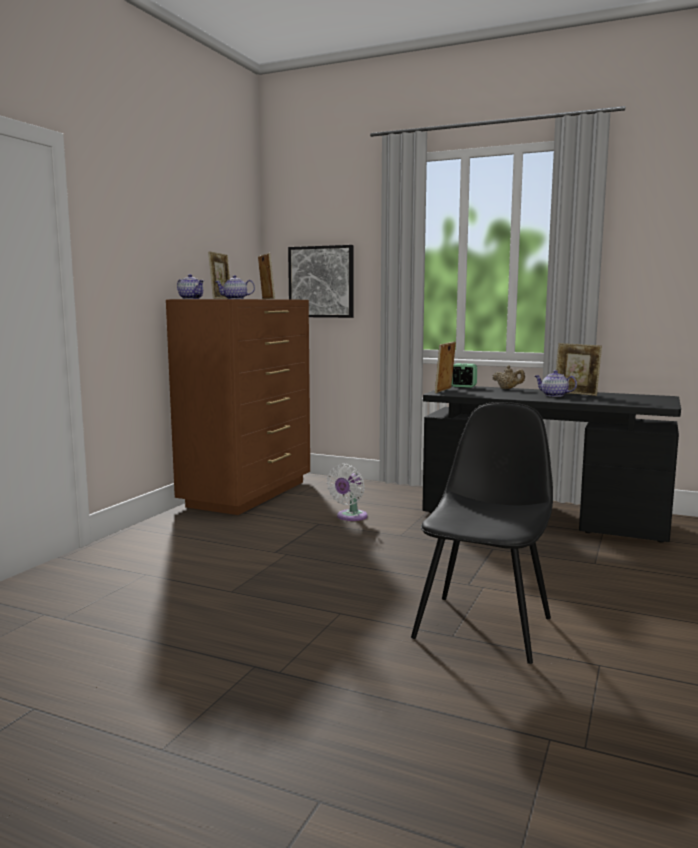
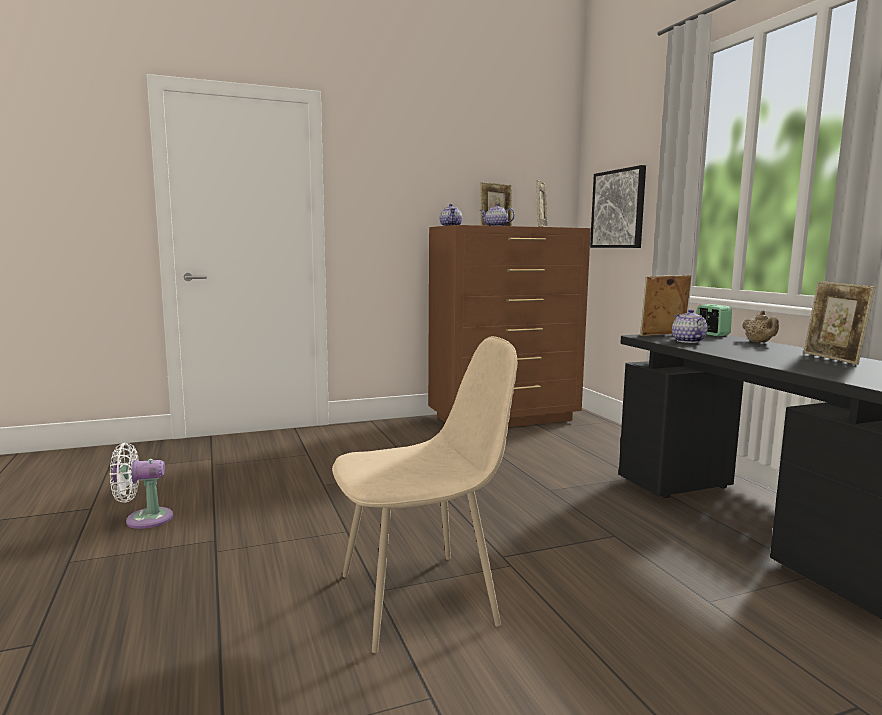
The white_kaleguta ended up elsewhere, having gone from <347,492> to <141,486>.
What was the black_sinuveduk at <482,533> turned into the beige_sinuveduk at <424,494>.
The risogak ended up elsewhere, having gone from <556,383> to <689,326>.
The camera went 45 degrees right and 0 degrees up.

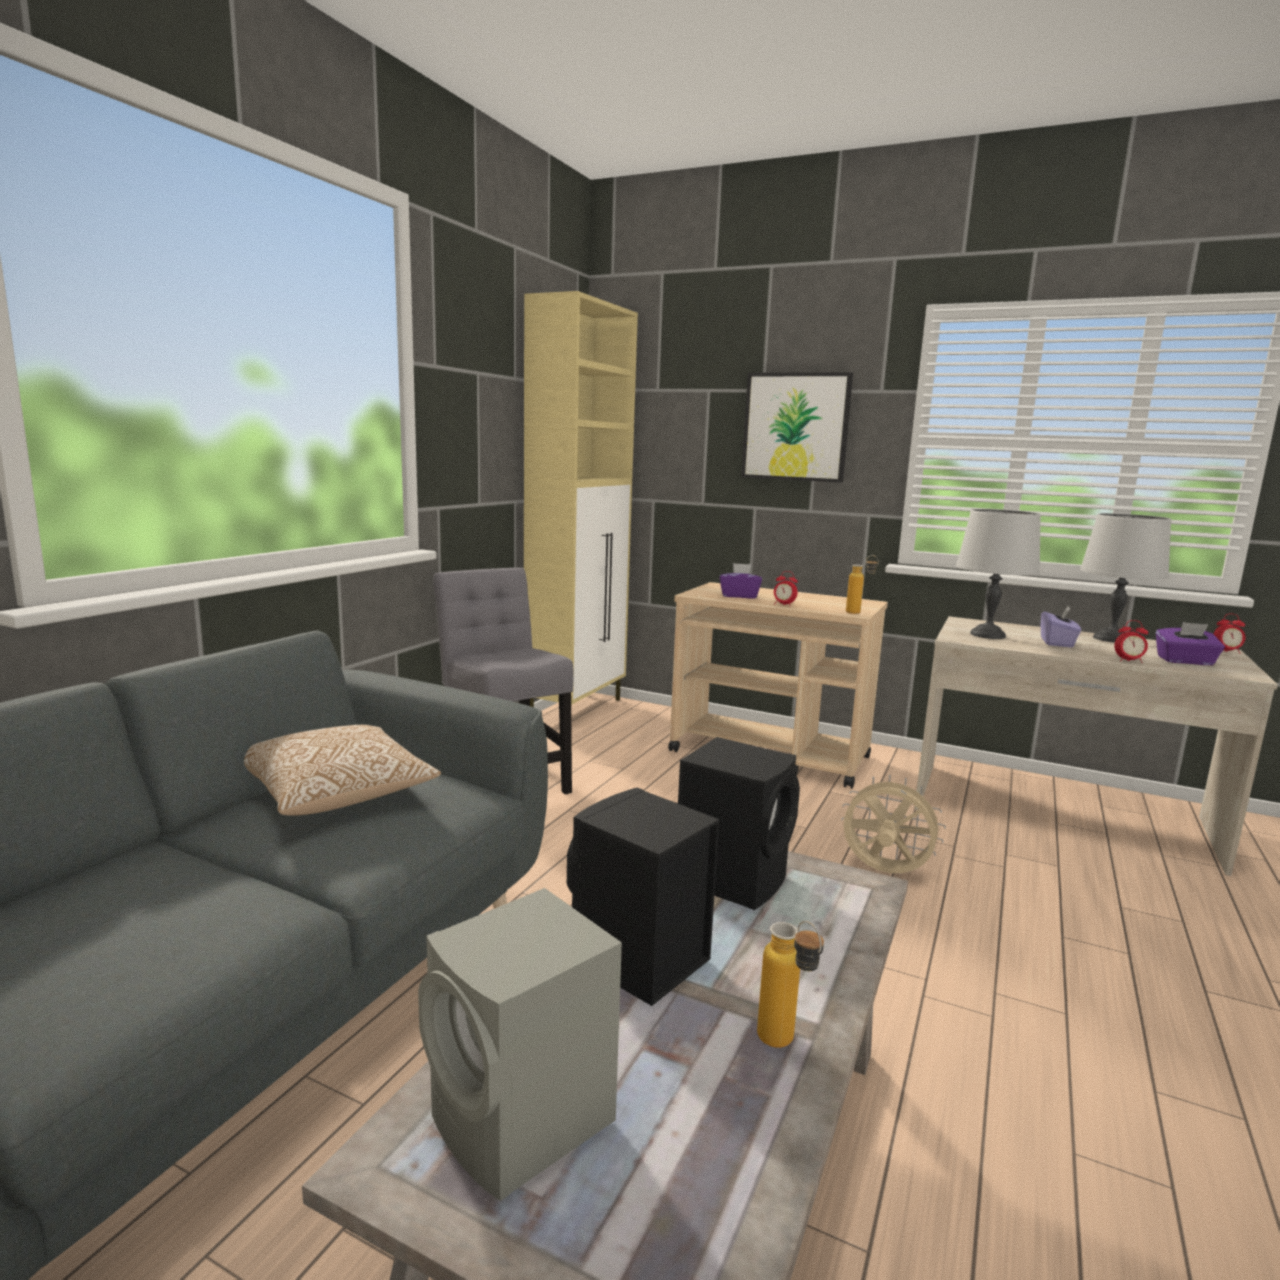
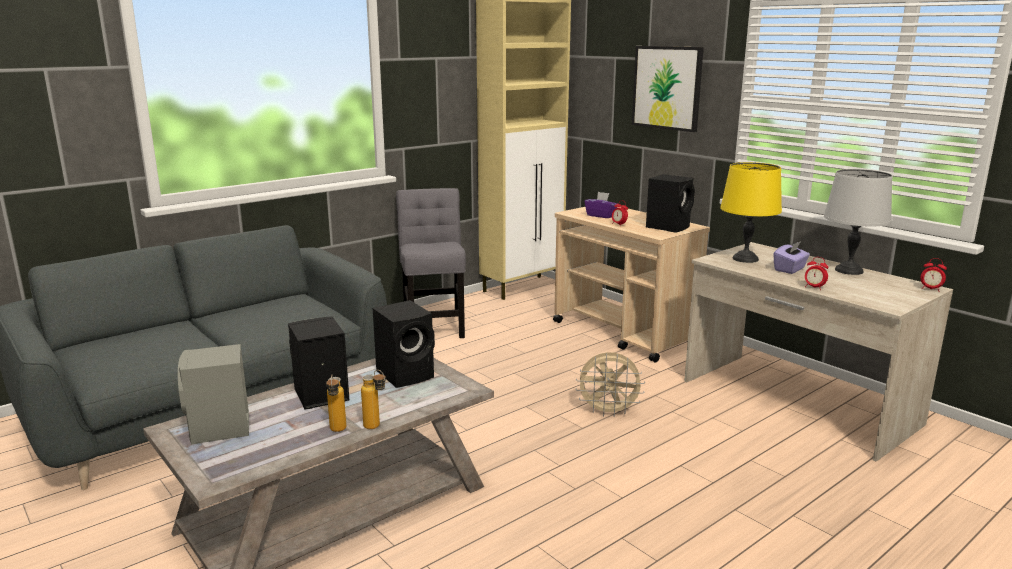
The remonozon ended up elsewhere, having gone from <862,584> to <373,399>.
The beige_kaleguta at <893,824> ended up facing another way, 135 degrees clockwise from before.
The second view gained the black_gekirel at <670,203>.
What was the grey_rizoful at <998,574> turned into the yellow_rizoful at <751,212>.
The second view lost the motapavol at <342,770>.
The second view lost the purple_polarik at <1190,643>.
The camera went 25 degrees right and 5 degrees up.

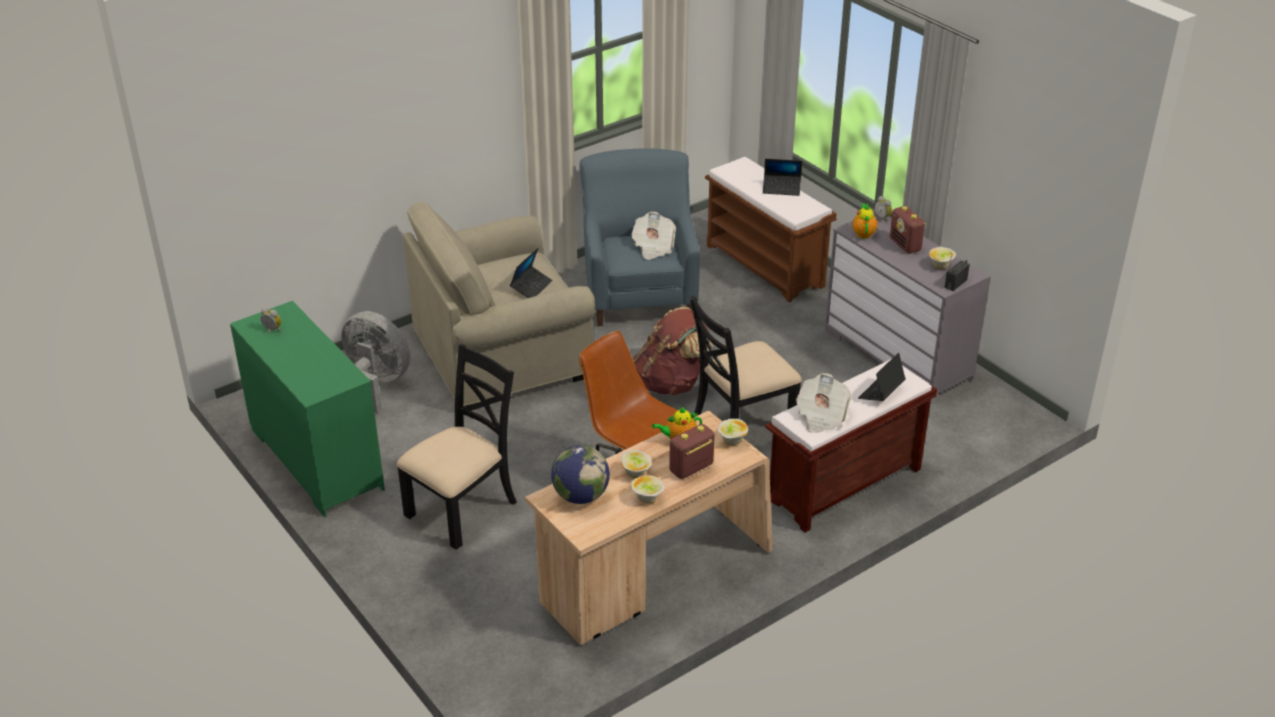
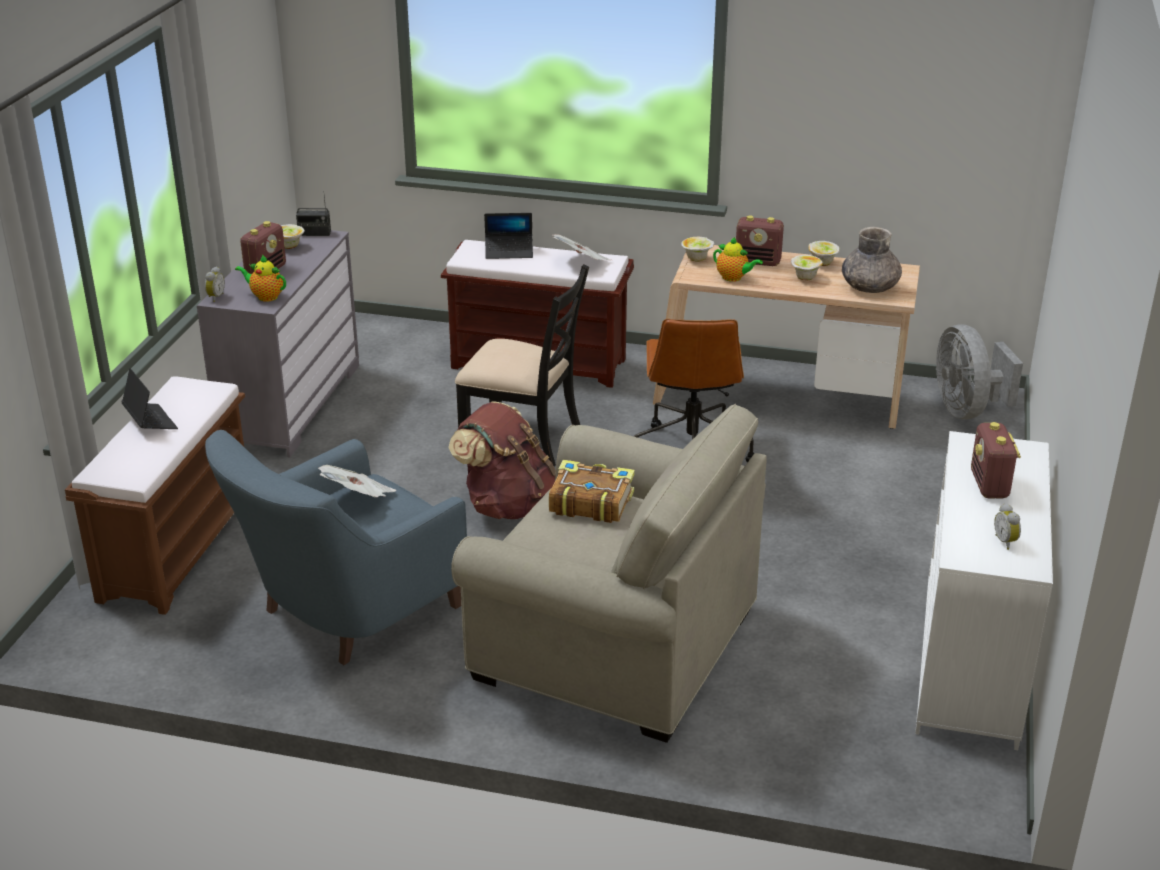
The risogak at <864,221> ended up facing another way, 60 degrees clockwise from before.
Where the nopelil stood at <531,273>, the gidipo came to stand at <592,491>.
Where the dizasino stood at <580,474>, the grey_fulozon came to stand at <872,260>.
What was the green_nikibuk at <307,409> turned into the white_nikibuk at <984,590>.
The grey_kaleguta ended up elsewhere, having gone from <376,362> to <979,371>.
The second view gained the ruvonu at <996,460>.
The second view lost the black_sinuveduk at <457,447>.
The camera went 130 degrees left and 5 degrees down.

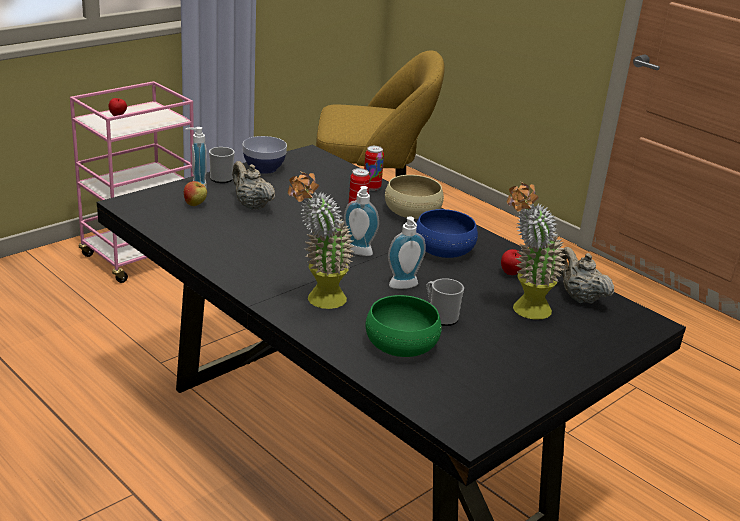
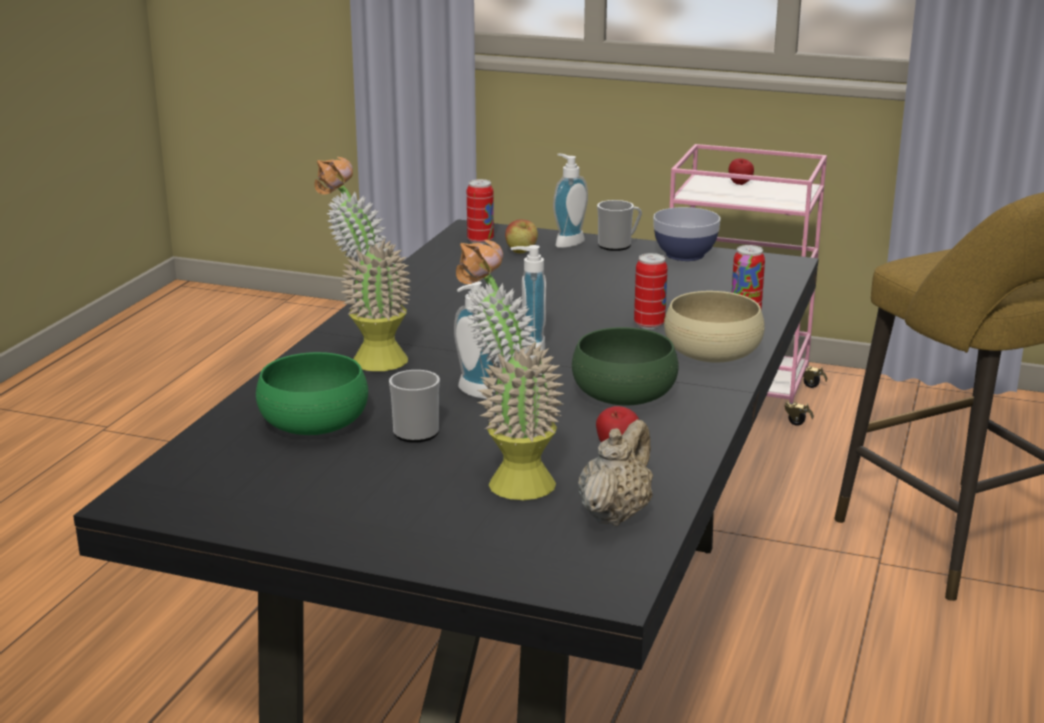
The second view gained the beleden at <480,211>.
What was the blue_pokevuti at <447,233> turned into the green_pokevuti at <625,366>.
The second view lost the beige_risogak at <253,185>.
The camera went 65 degrees right and 5 degrees down.

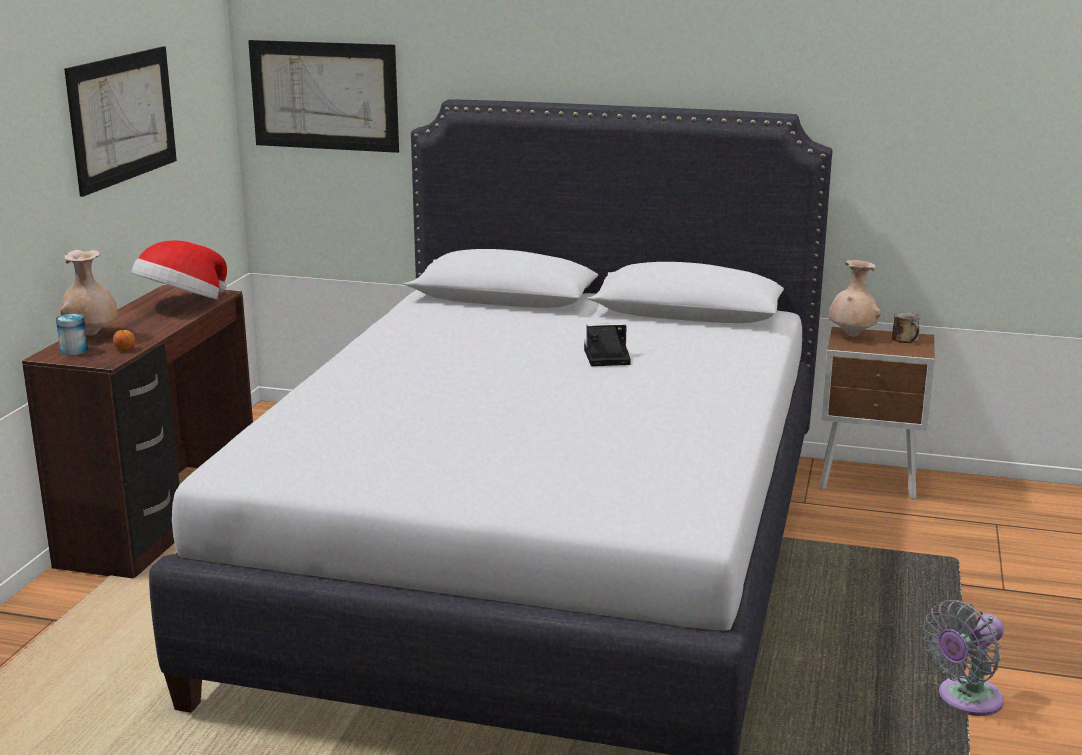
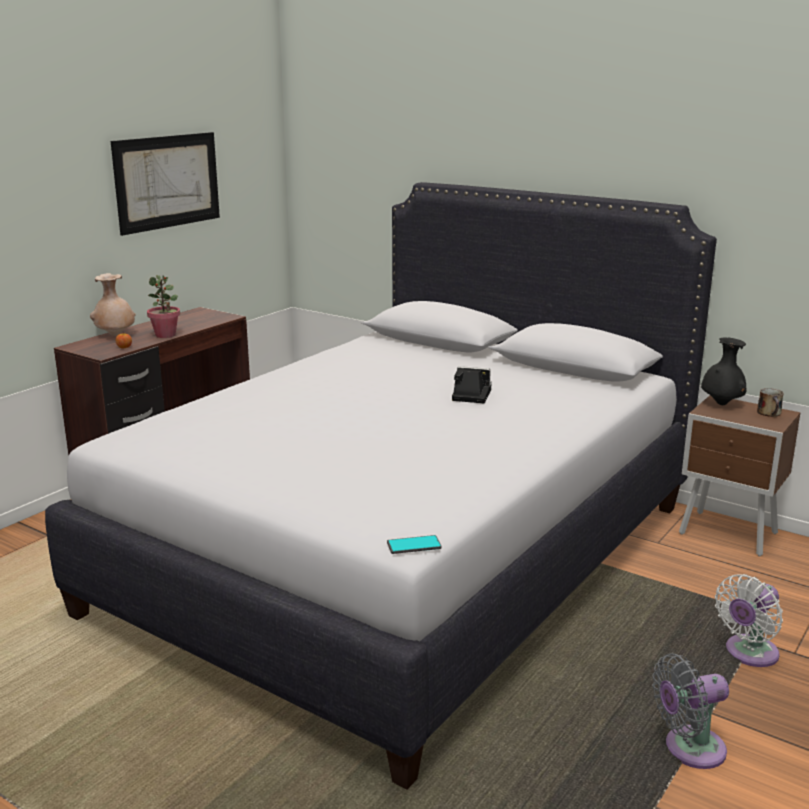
The second view gained the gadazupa at <163,306>.
The second view gained the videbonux at <414,544>.
What was the beige_fulozon at <855,298> turned into the black_fulozon at <723,371>.
The second view gained the white_kaleguta at <749,620>.
The second view lost the beleden at <72,334>.
The second view lost the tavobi at <179,270>.
The second view lost the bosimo at <323,96>.
The camera went 20 degrees right and 0 degrees up.

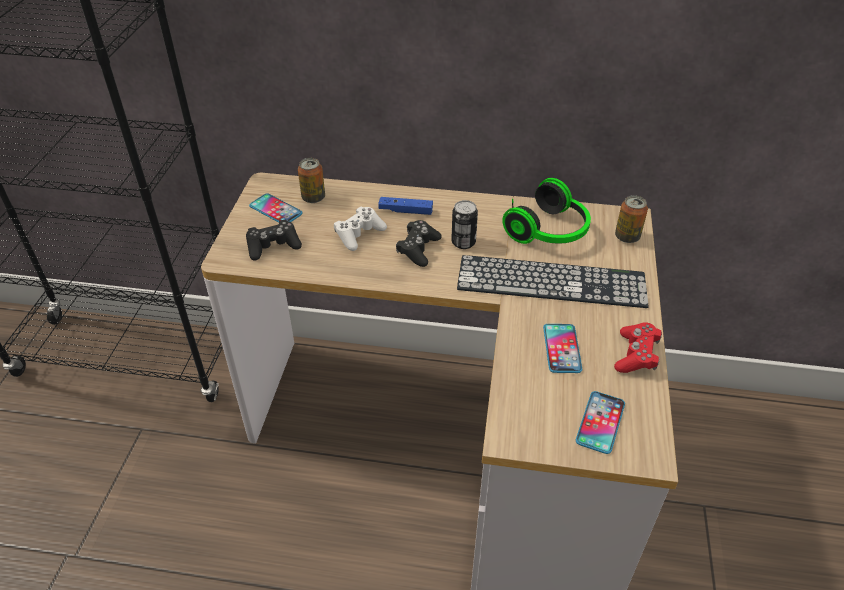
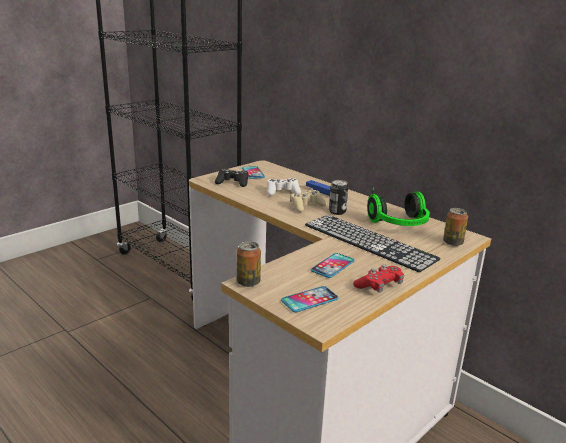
The beleden ended up elsewhere, having gone from <311,180> to <249,264>.
What was the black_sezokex at <419,243> turned into the beige_sezokex at <308,201>.
The camera went 35 degrees right and 20 degrees down.

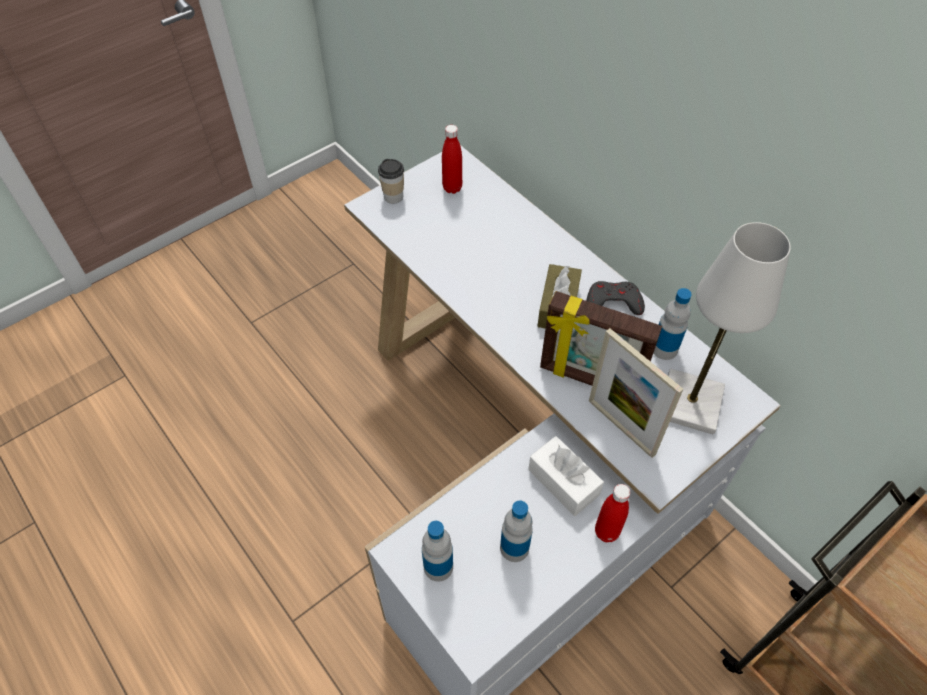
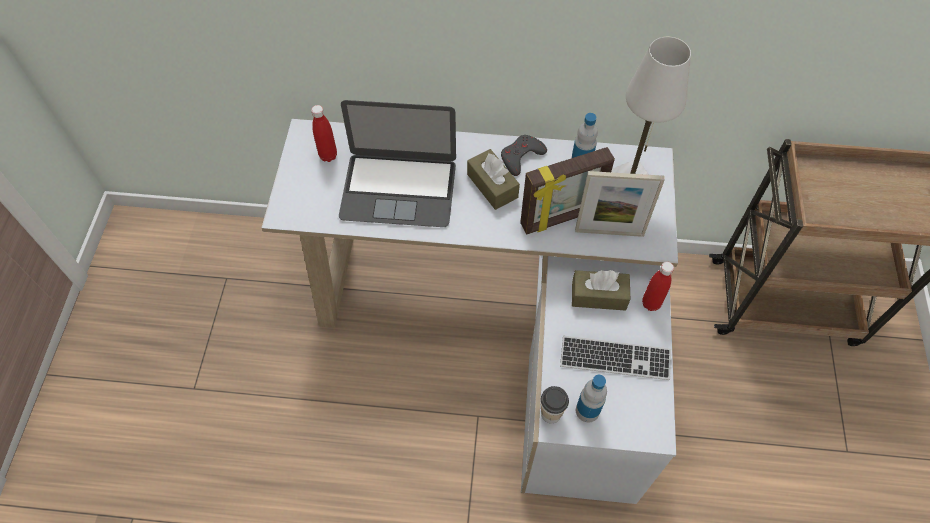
The second view gained the nopelil at <397,163>.
The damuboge ended up elsewhere, having gone from <391,181> to <555,404>.
Where the remonozon stood at <516,531>, the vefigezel came to stand at <615,358>.
What was the white_polarik at <566,476> turned into the brown_polarik at <601,290>.
The camera went 45 degrees left and 5 degrees up.

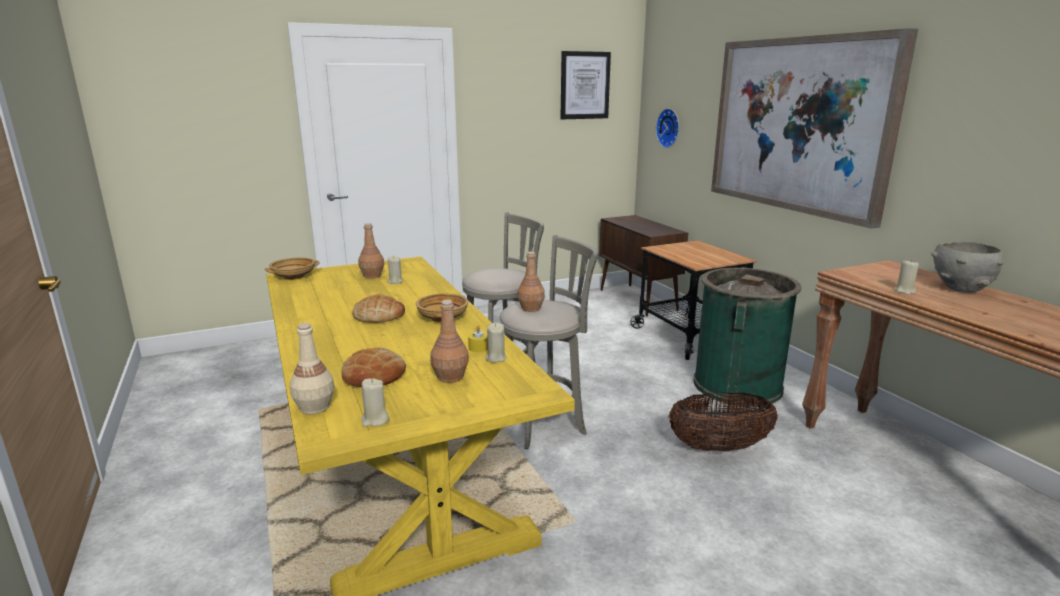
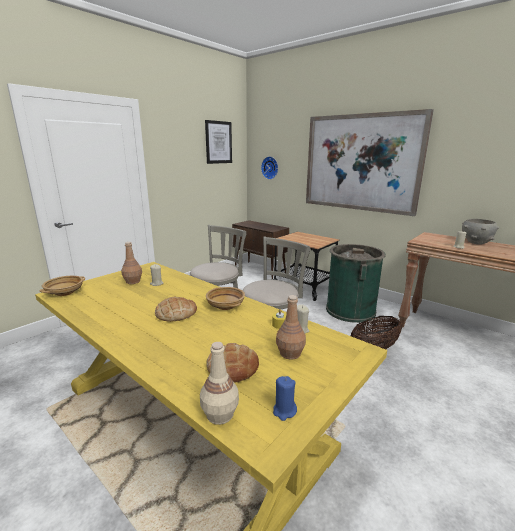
What was the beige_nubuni at <375,402> turned into the blue_nubuni at <285,398>.
The second view lost the brown_remonozon at <531,281>.
The camera went 25 degrees left and 0 degrees up.

